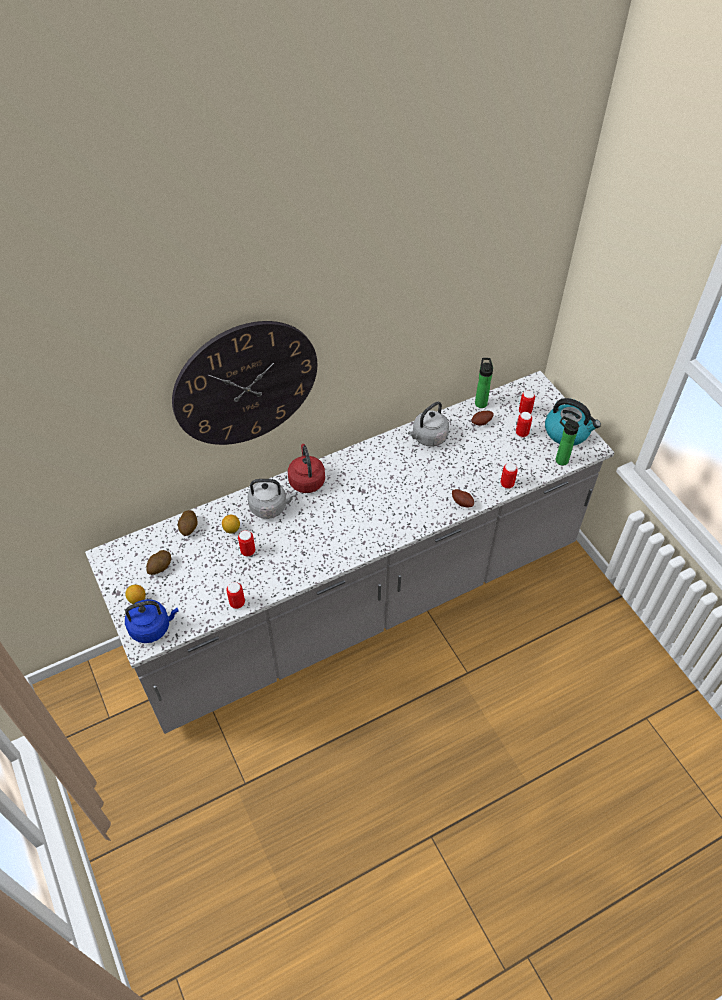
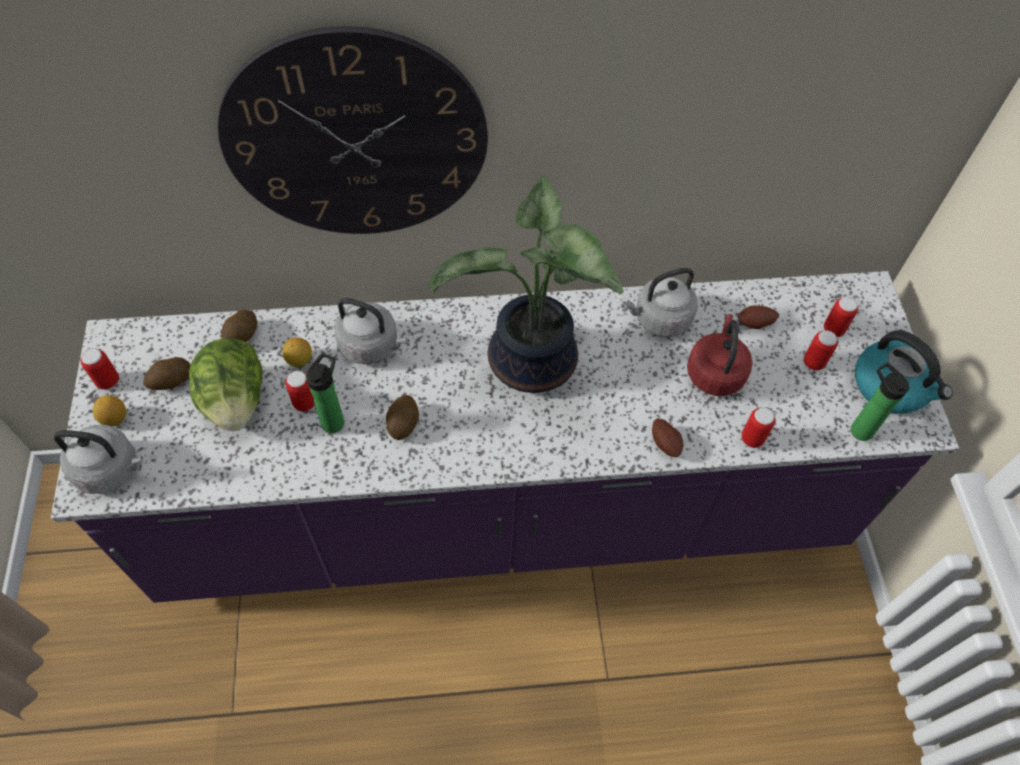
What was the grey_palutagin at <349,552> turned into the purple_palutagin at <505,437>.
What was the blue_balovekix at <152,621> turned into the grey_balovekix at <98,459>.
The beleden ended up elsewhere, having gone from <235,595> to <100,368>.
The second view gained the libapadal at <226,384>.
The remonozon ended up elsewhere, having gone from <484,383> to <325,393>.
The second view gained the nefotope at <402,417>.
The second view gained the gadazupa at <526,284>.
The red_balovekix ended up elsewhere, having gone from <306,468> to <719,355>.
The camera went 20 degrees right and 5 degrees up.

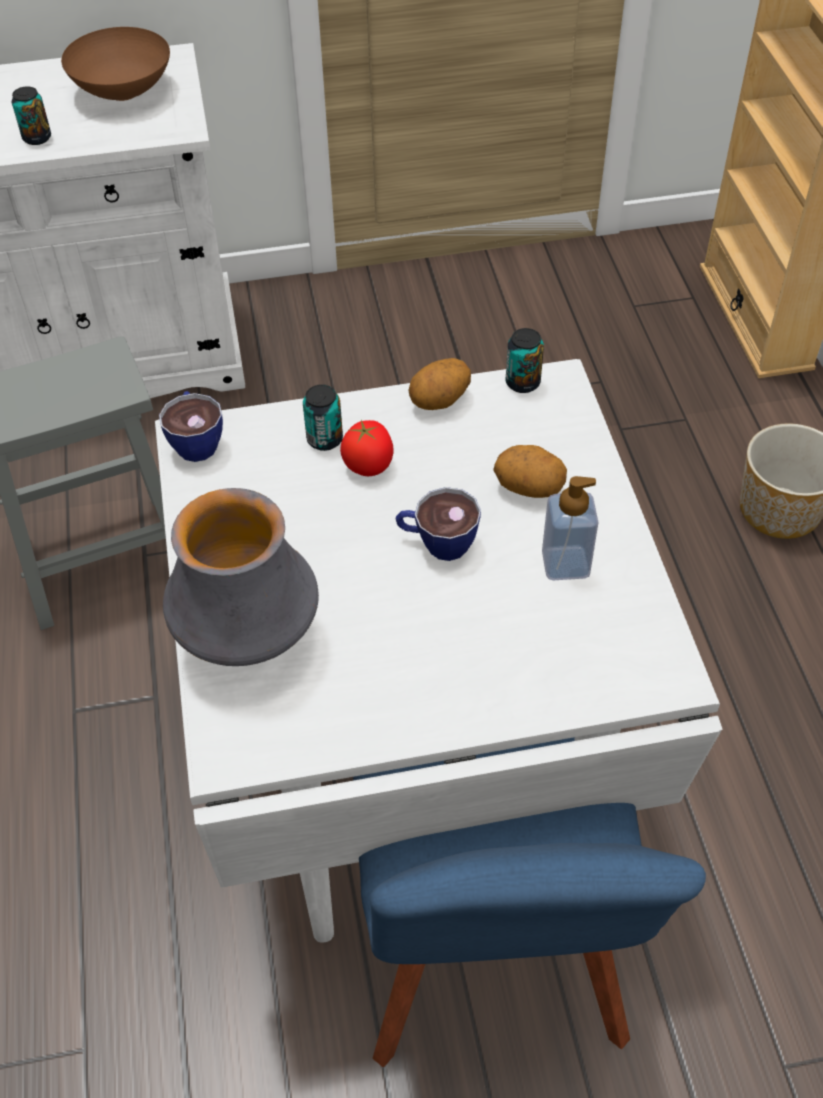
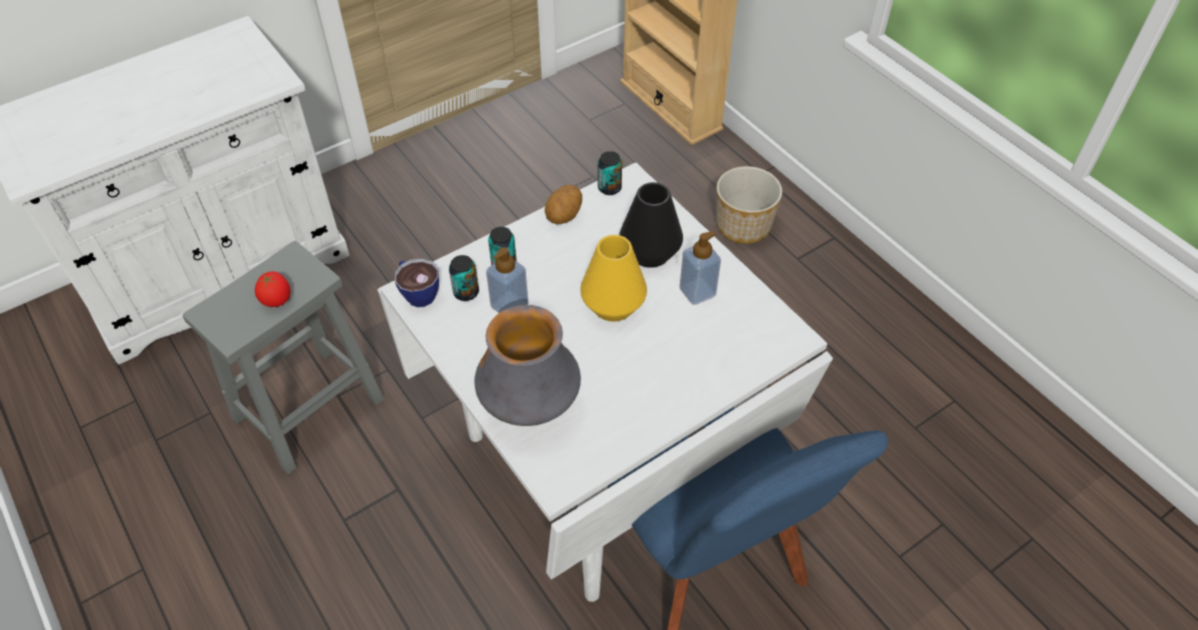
The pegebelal ended up elsewhere, having gone from <367,448> to <273,289>.
The beleden ended up elsewhere, having gone from <31,115> to <464,278>.
The second view gained the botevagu at <507,280>.
Where the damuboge stood at <438,524>, the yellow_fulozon came to stand at <613,278>.
Where the nefotope stood at <530,471>, the black_fulozon came to stand at <651,225>.
The second view lost the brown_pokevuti at <115,64>.
The camera went 25 degrees left and 0 degrees up.

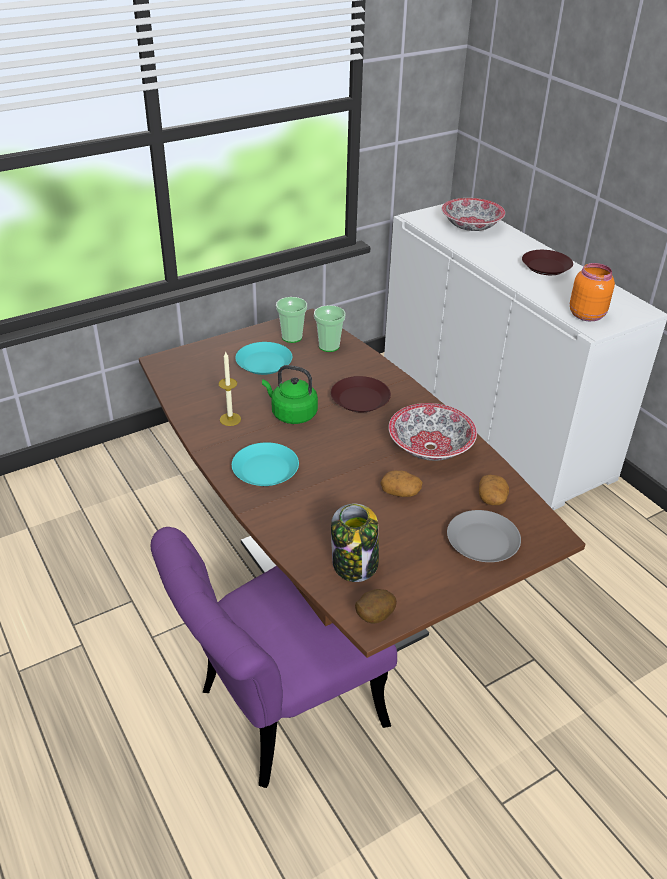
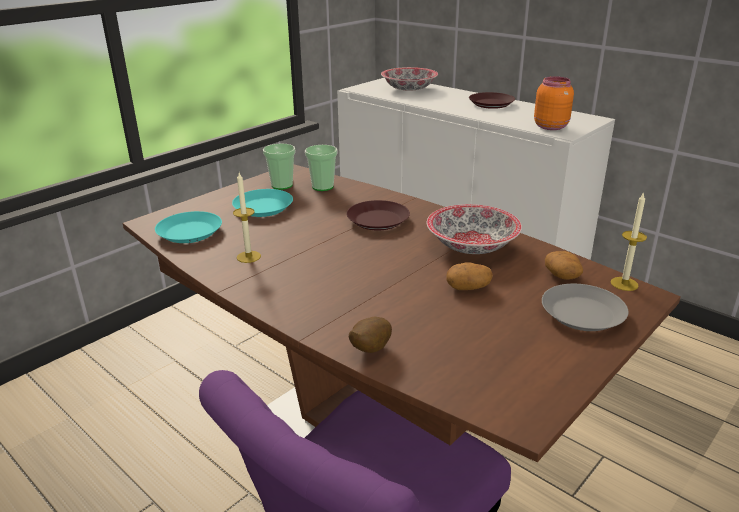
The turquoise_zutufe ended up elsewhere, having gone from <265,464> to <188,227>.
The nefotope ended up elsewhere, having gone from <376,606> to <370,335>.
The second view gained the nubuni at <629,241>.
The second view lost the green_balovekix at <290,394>.
The second view lost the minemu at <355,543>.
The camera went 15 degrees left and 10 degrees down.

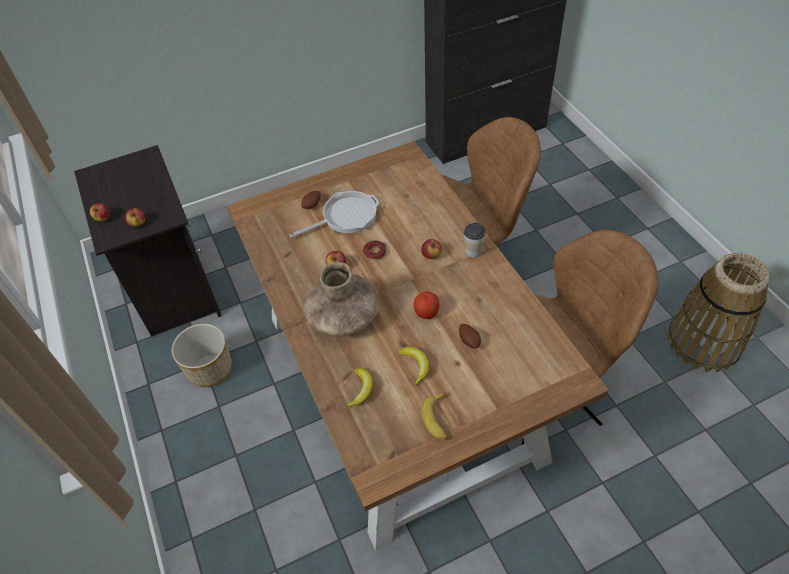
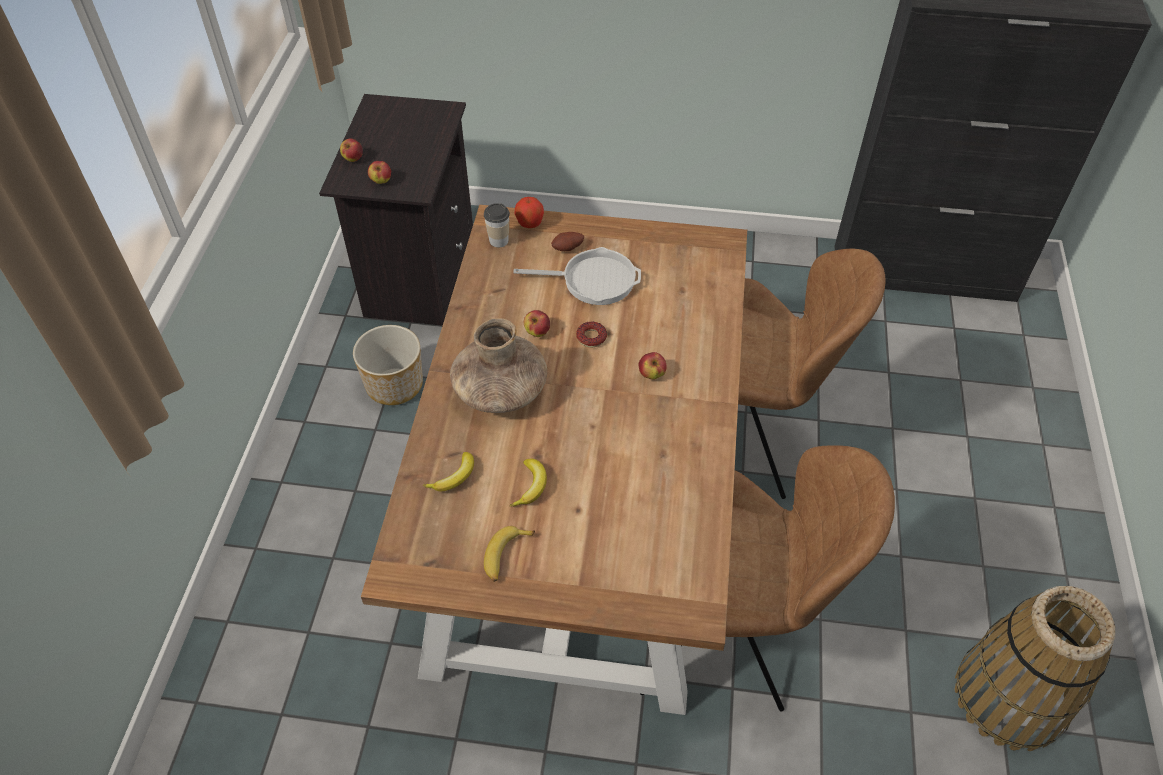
The damuboge ended up elsewhere, having gone from <475,240> to <497,225>.
The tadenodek ended up elsewhere, having gone from <427,305> to <529,212>.
The second view lost the nefotope at <470,336>.
The camera went 30 degrees right and 0 degrees up.

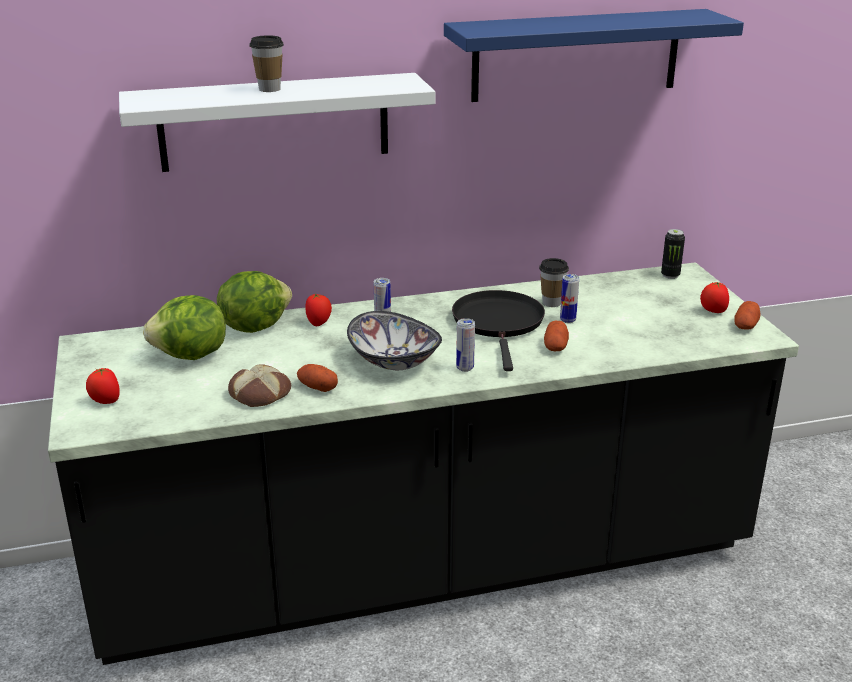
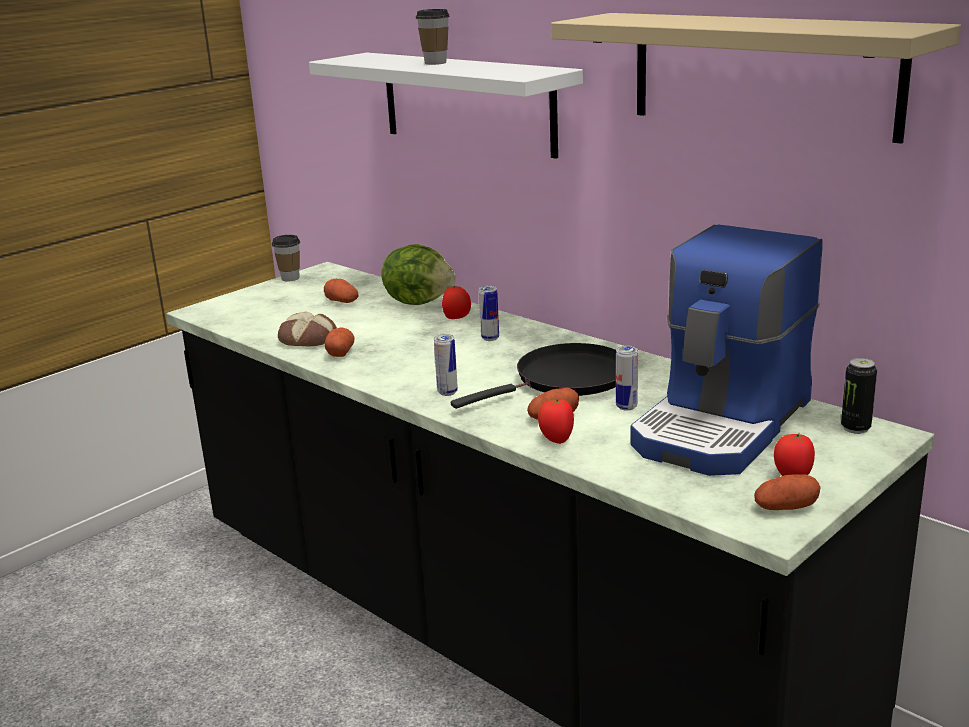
The damuboge ended up elsewhere, having gone from <554,282> to <286,258>.
Where the libapadal stood at <184,327>, the nefotope came to stand at <341,291>.
The pegebelal ended up elsewhere, having gone from <103,386> to <556,420>.
What was the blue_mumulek at <594,55> turned into the beige_mumulek at <756,78>.
The second view gained the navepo at <726,350>.
The second view lost the pokevuti at <394,340>.
The camera went 60 degrees right and 5 degrees down.

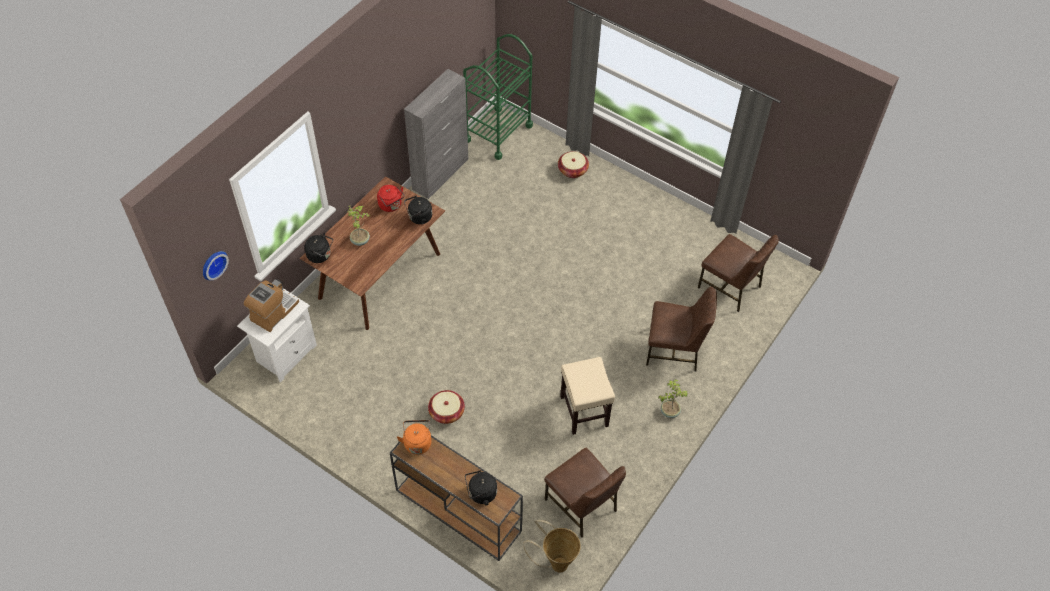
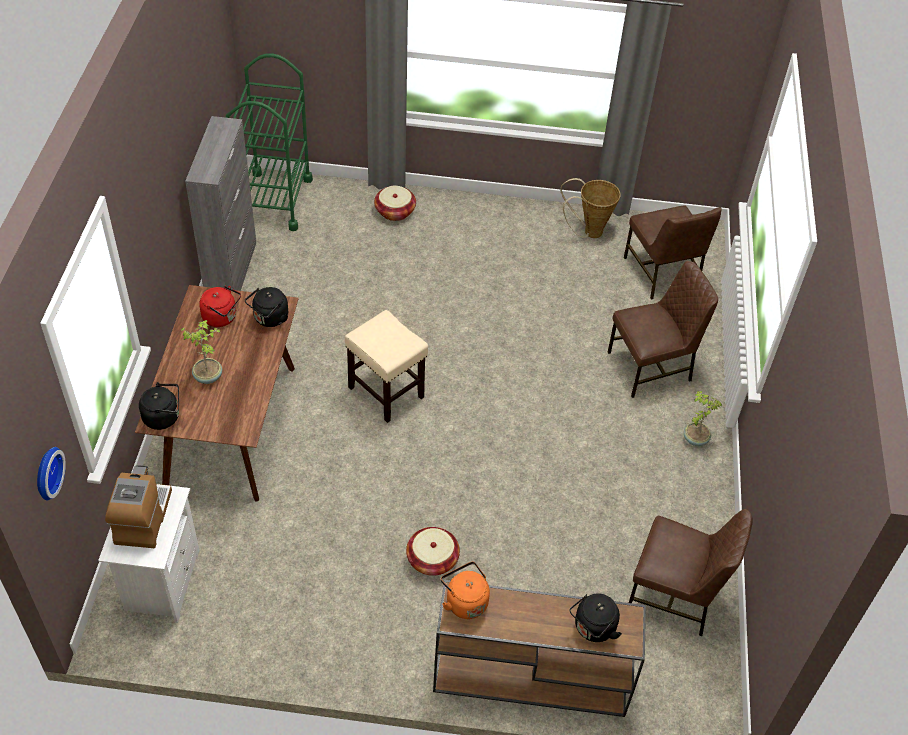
The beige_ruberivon ended up elsewhere, having gone from <587,396> to <386,366>.
The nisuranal ended up elsewhere, having gone from <552,546> to <590,208>.
The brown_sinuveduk at <738,273> ended up facing another way, 60 degrees clockwise from before.
The camera went 30 degrees left and 5 degrees down.

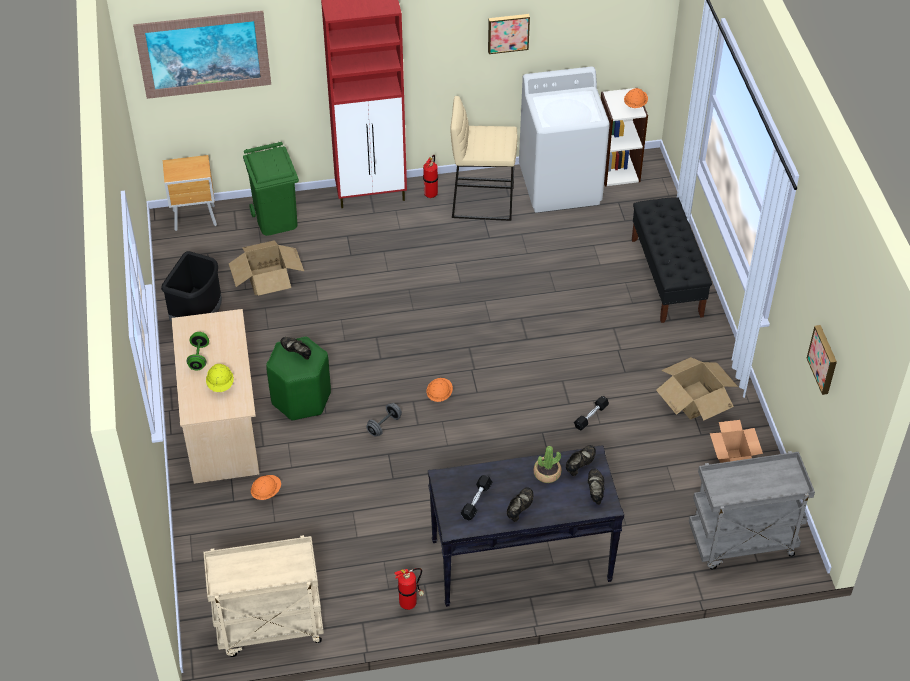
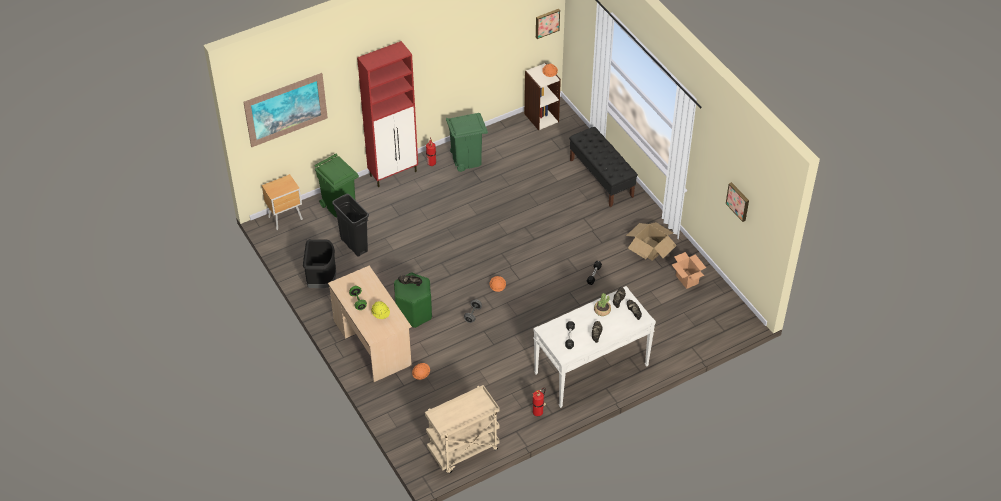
Where the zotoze stood at <266,268>, the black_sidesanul came to stand at <350,225>.
Where the beige_ruberivon stood at <484,158>, the green_sidesanul came to stand at <467,142>.
What was the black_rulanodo at <526,526> turned into the white_rulanodo at <594,347>.
The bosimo ended up elsewhere, having gone from <509,34> to <548,24>.
The second view lost the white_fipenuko at <564,139>.
The second view lost the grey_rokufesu at <752,510>.
The camera went 20 degrees left and 0 degrees up.

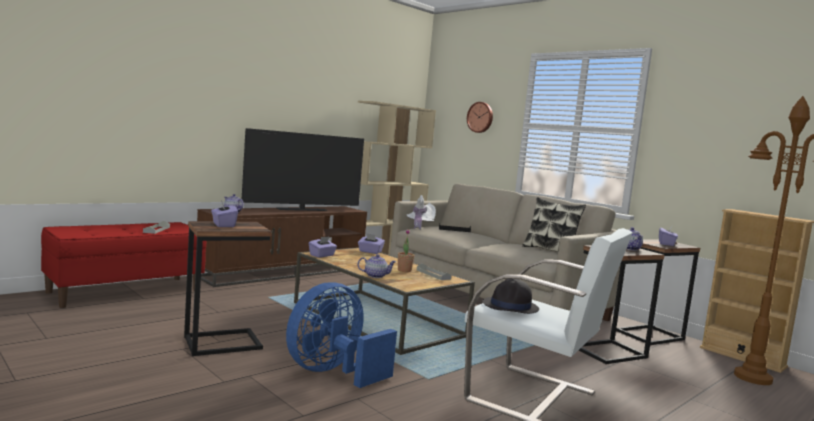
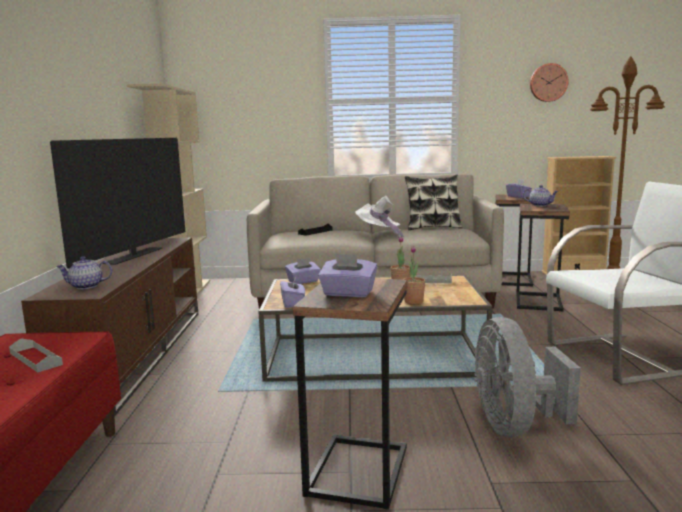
The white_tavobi ended up elsewhere, having gone from <421,212> to <379,217>.
Where the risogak stood at <377,266>, the gadazupa came to stand at <414,275>.
What was the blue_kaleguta at <341,335> turned into the grey_kaleguta at <527,377>.
The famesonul ended up elsewhere, having gone from <480,117> to <549,82>.
The second view lost the black_tavobi at <510,296>.
The camera went 45 degrees left and 5 degrees up.

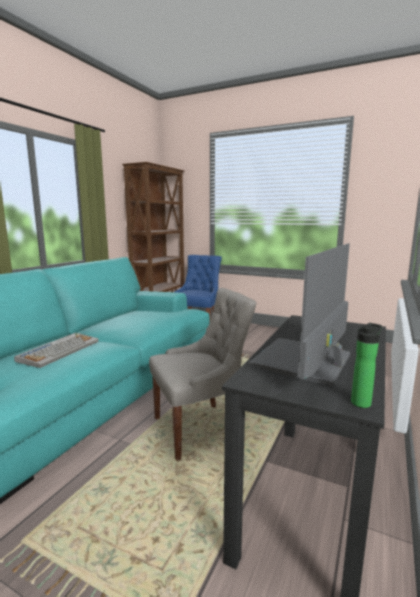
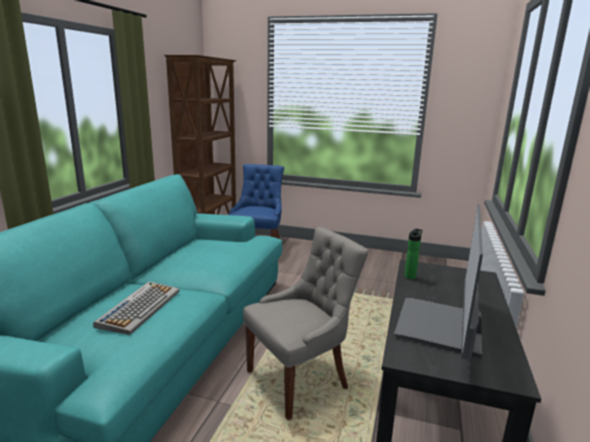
The remonozon ended up elsewhere, having gone from <366,365> to <413,254>.
The camera went 10 degrees left and 5 degrees up.

